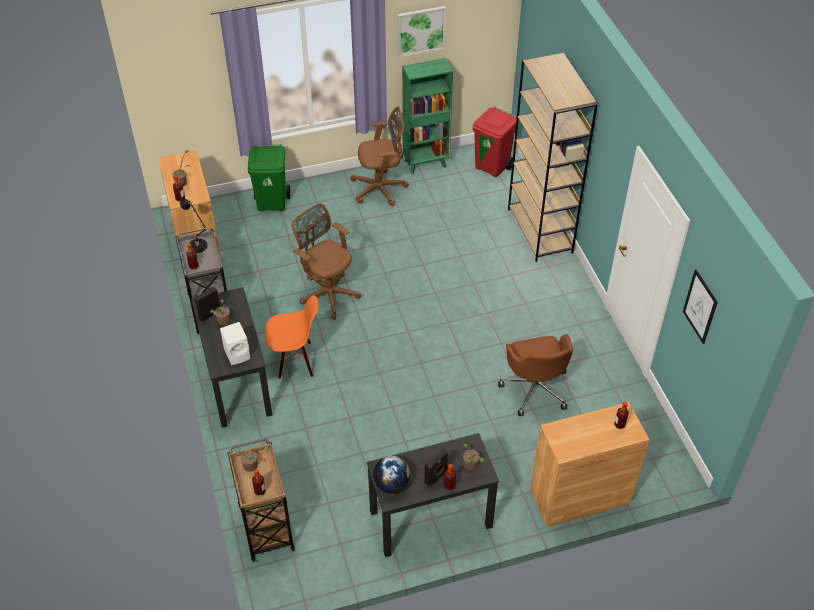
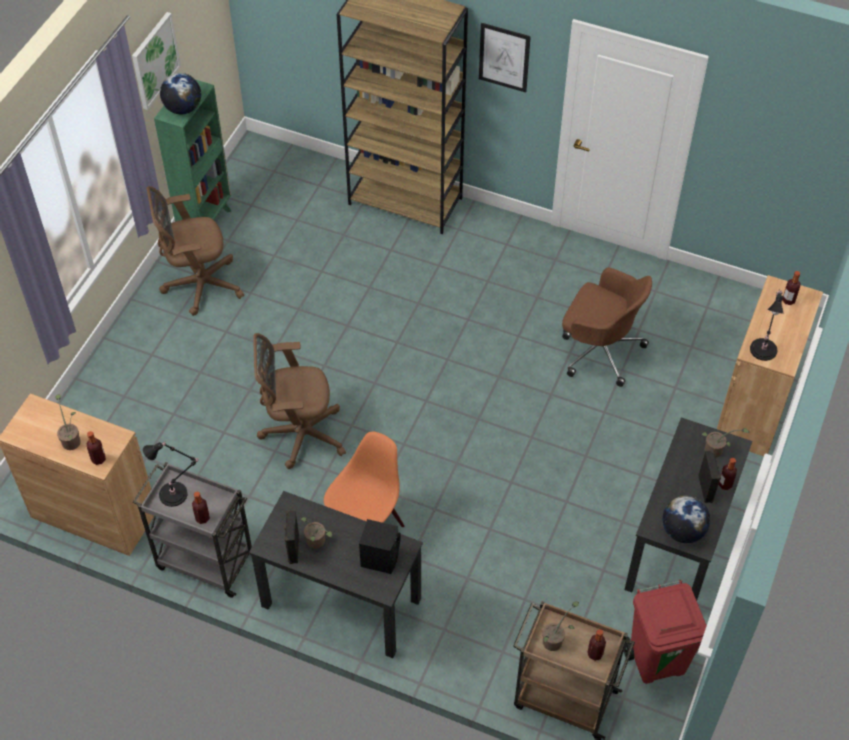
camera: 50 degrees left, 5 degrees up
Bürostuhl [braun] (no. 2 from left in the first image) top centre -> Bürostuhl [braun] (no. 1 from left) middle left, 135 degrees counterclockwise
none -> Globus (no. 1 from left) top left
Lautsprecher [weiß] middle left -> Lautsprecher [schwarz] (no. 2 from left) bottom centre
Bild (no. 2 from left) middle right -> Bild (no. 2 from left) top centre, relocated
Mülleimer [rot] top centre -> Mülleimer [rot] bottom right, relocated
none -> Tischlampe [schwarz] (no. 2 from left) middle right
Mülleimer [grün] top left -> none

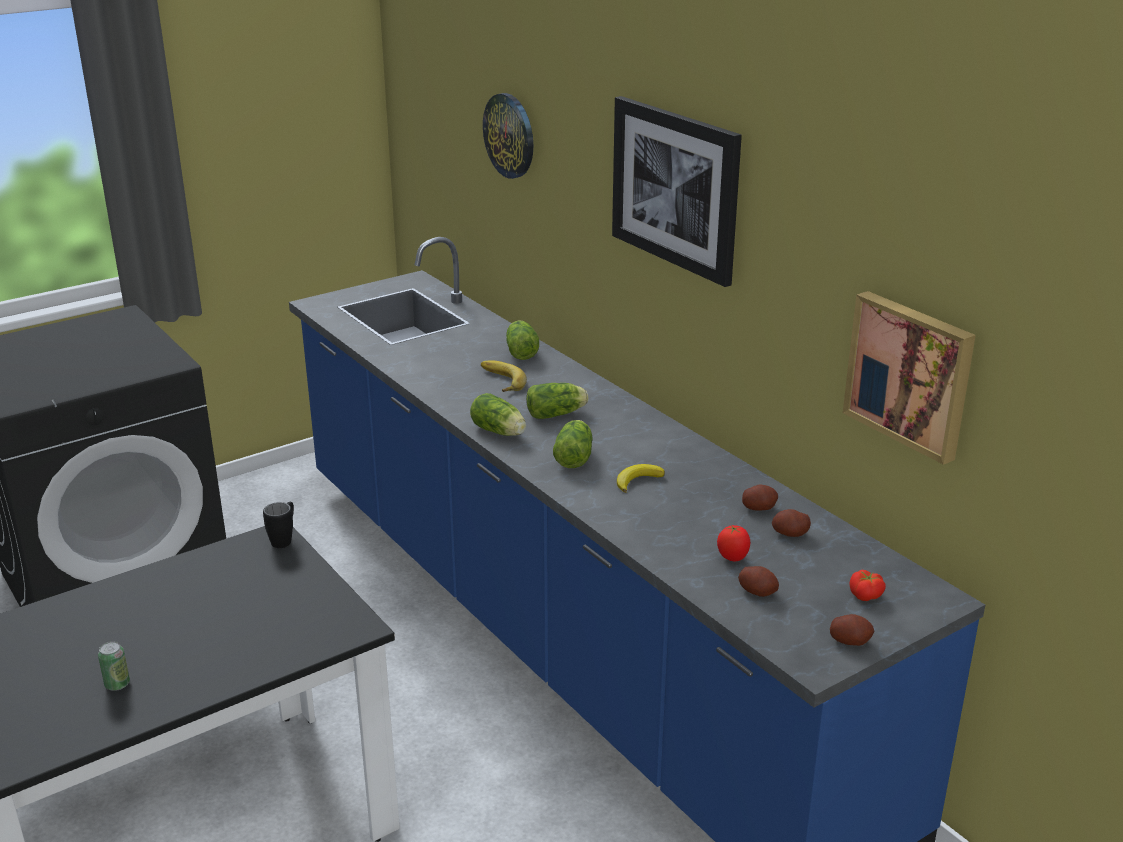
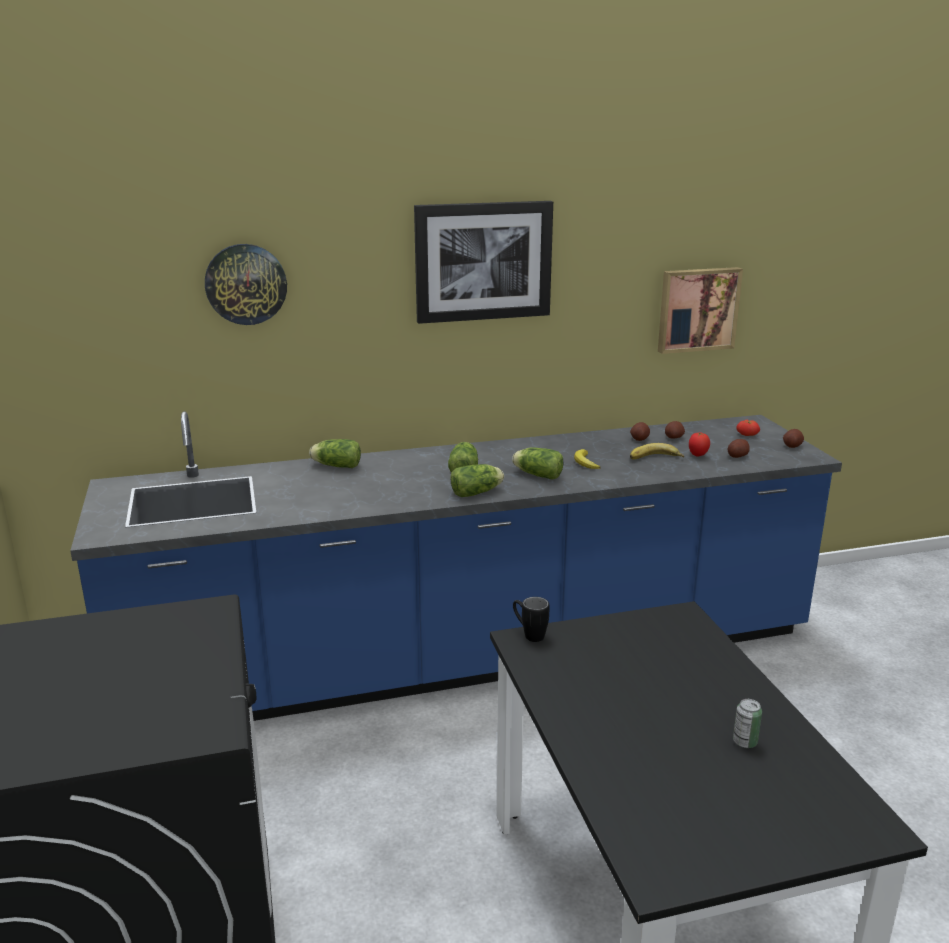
camera: 70 degrees left, 5 degrees down
Banane (no. 1 from left in the first image) centre -> Banane (no. 2 from left) middle right, relocated

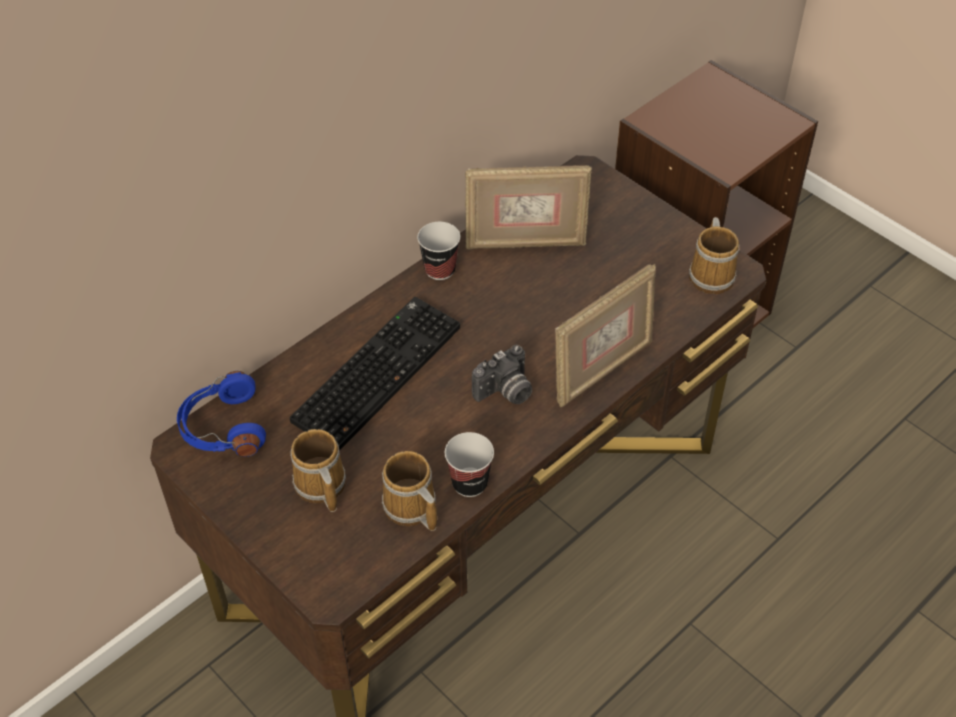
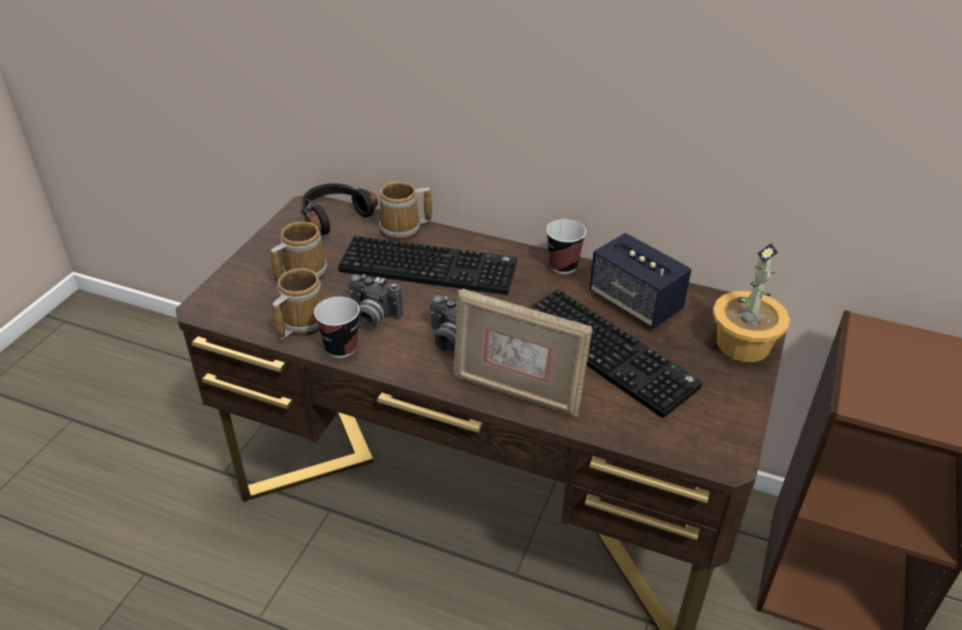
camera: 65 degrees right, 10 degrees down
Kopfhörer [blau] middle left -> Kopfhörer [schwarz] top centre
none -> Kamera (no. 1 from left) centre
Henkelbecher (no. 3 from left) middle right -> Henkelbecher (no. 3 from left) centre, relocated
none -> Tastatur (no. 2 from left) centre
Bilderrahmen (no. 1 from left) top centre -> Lautsprecher centre
none -> Topfpflanze middle right

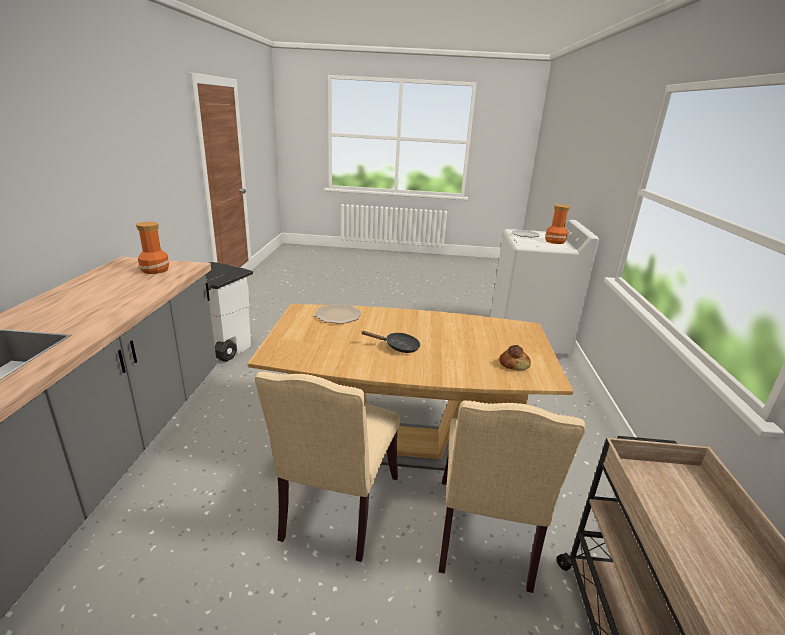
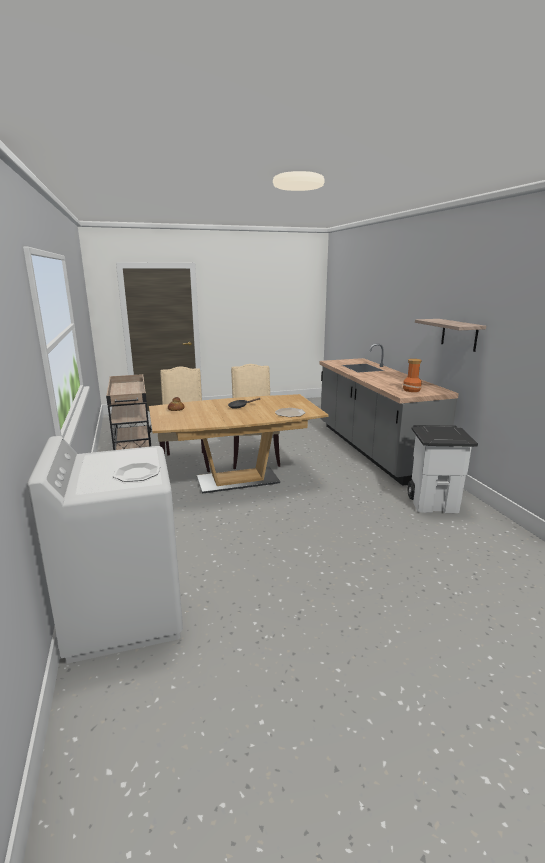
camera: 160 degrees right, 5 degrees down
none -> Wandregal middle right
Vase (no. 2 from left) middle right -> none

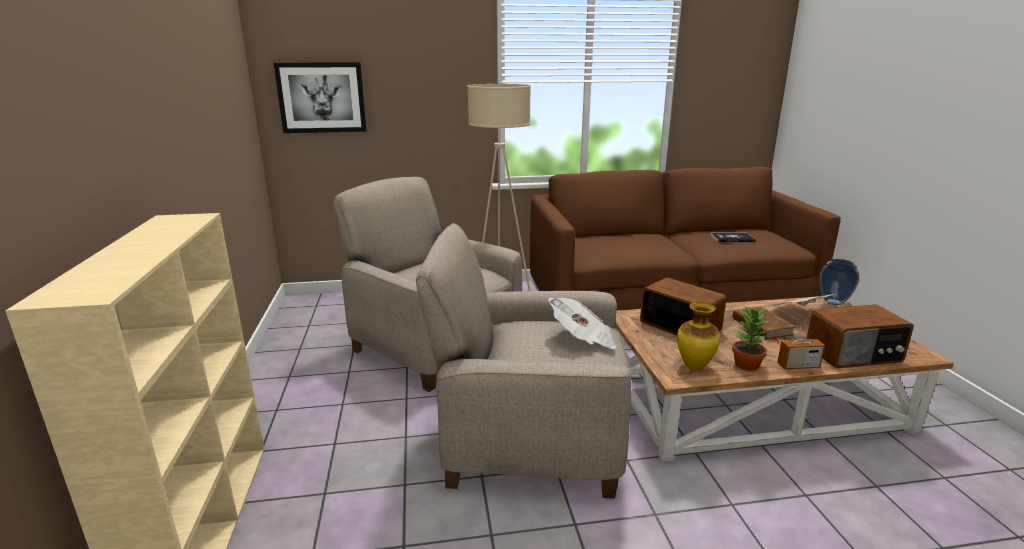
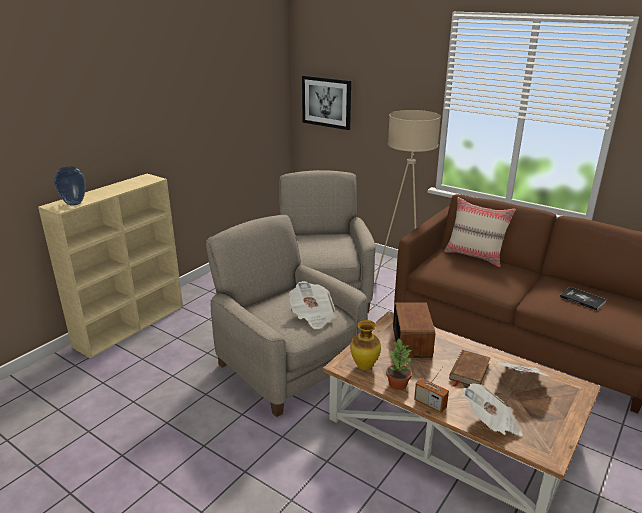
camera: 45 degrees right, 5 degrees up
Vase (no. 2 from left in the first image) middle right -> Vase (no. 1 from left) middle left, relocated
none -> Kissen [beige] middle right
Radio (no. 3 from left) middle right -> Zeitung (no. 2 from left) bottom right

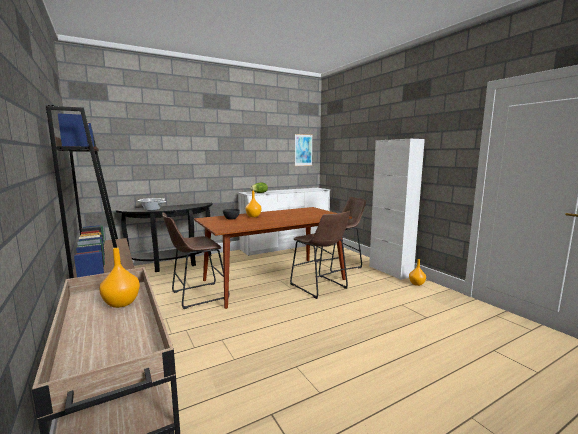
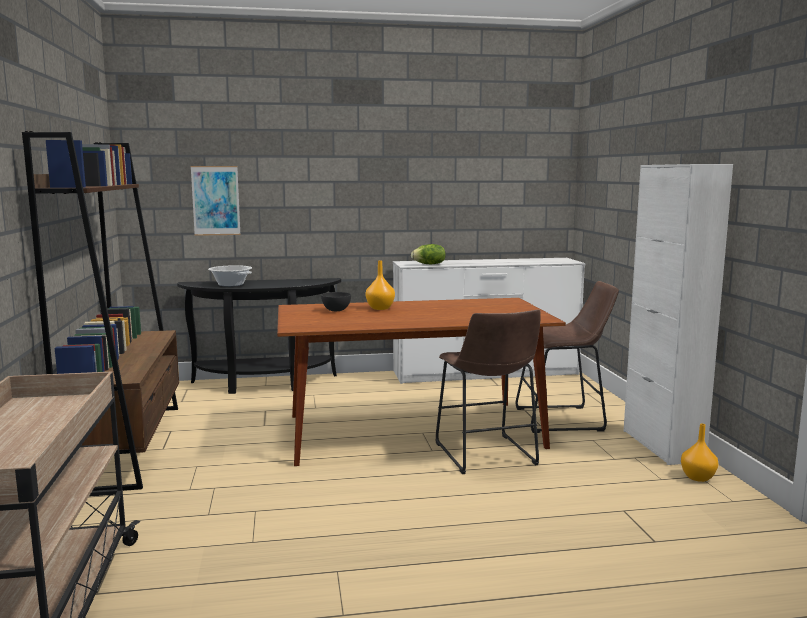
camera: 20 degrees right, 0 degrees up
Bild centre -> Bild top left, relocated
Vase [orange] (no. 1 from left) middle left -> none
Hocker [braun] (no. 1 from left) centre -> none

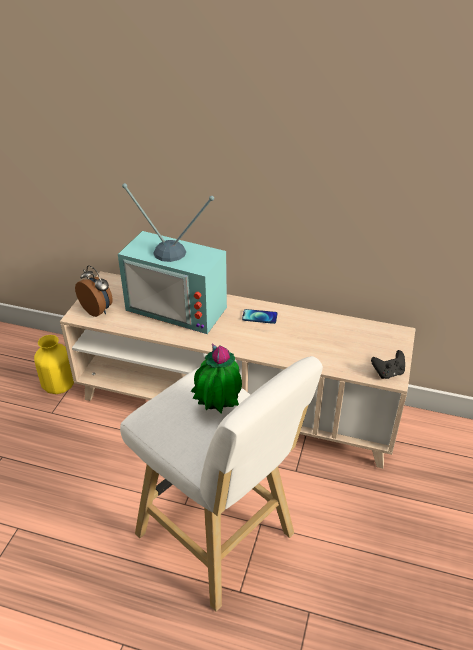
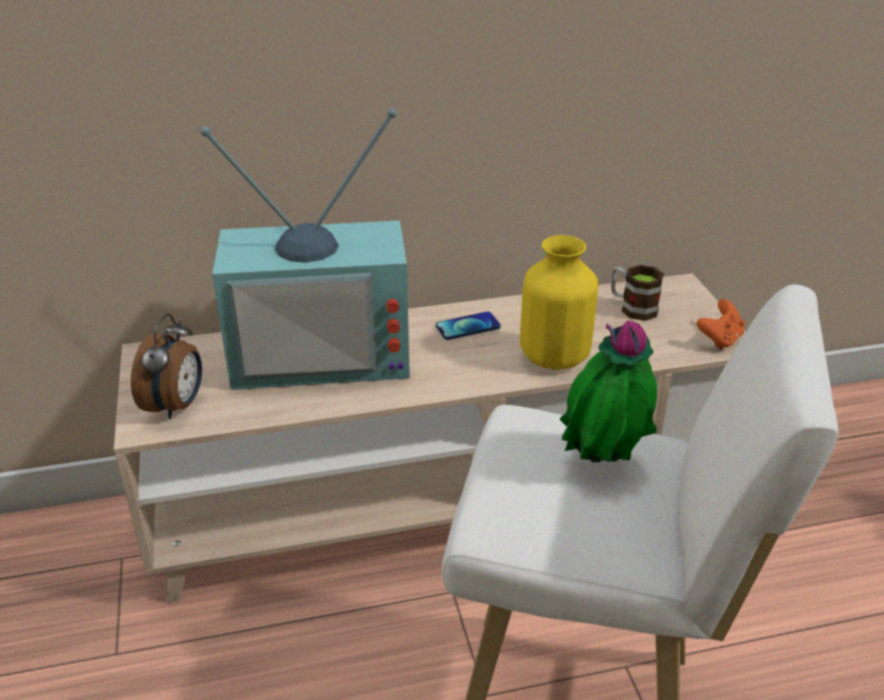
camera: 30 degrees left, 5 degrees down
Wecker middle left, 90 degrees clockwise
Vase [gelb] middle left -> Vase [gelb] centre, relocated
none -> Henkelbecher middle right
Gamepad [schwarz] middle right -> Gamepad [orange] middle right

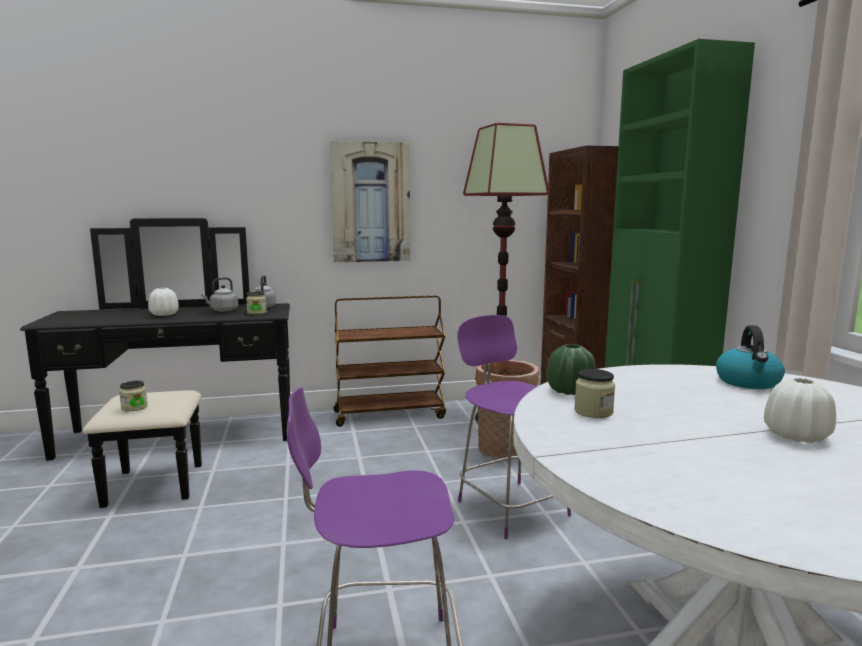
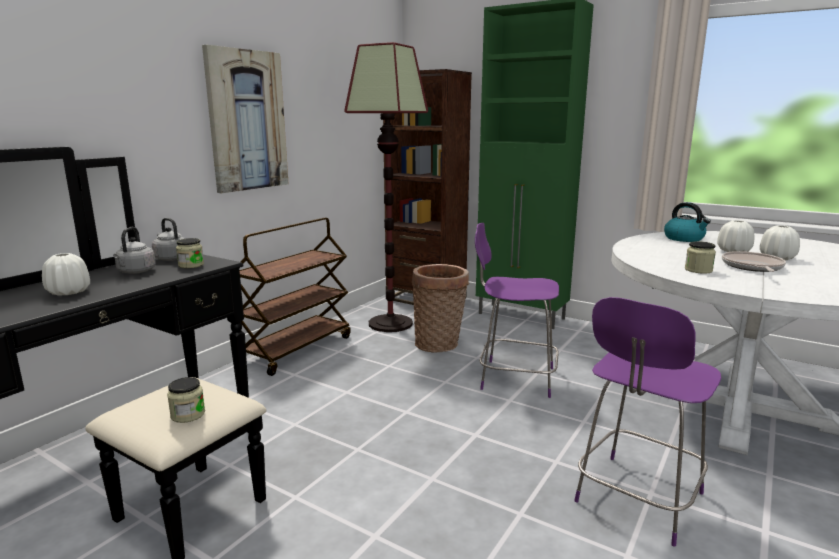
camera: 45 degrees left, 5 degrees up
none -> Vase [weiß] (no. 2 from left) middle right
none -> Pfanne middle right
Vase [grün] centre -> none

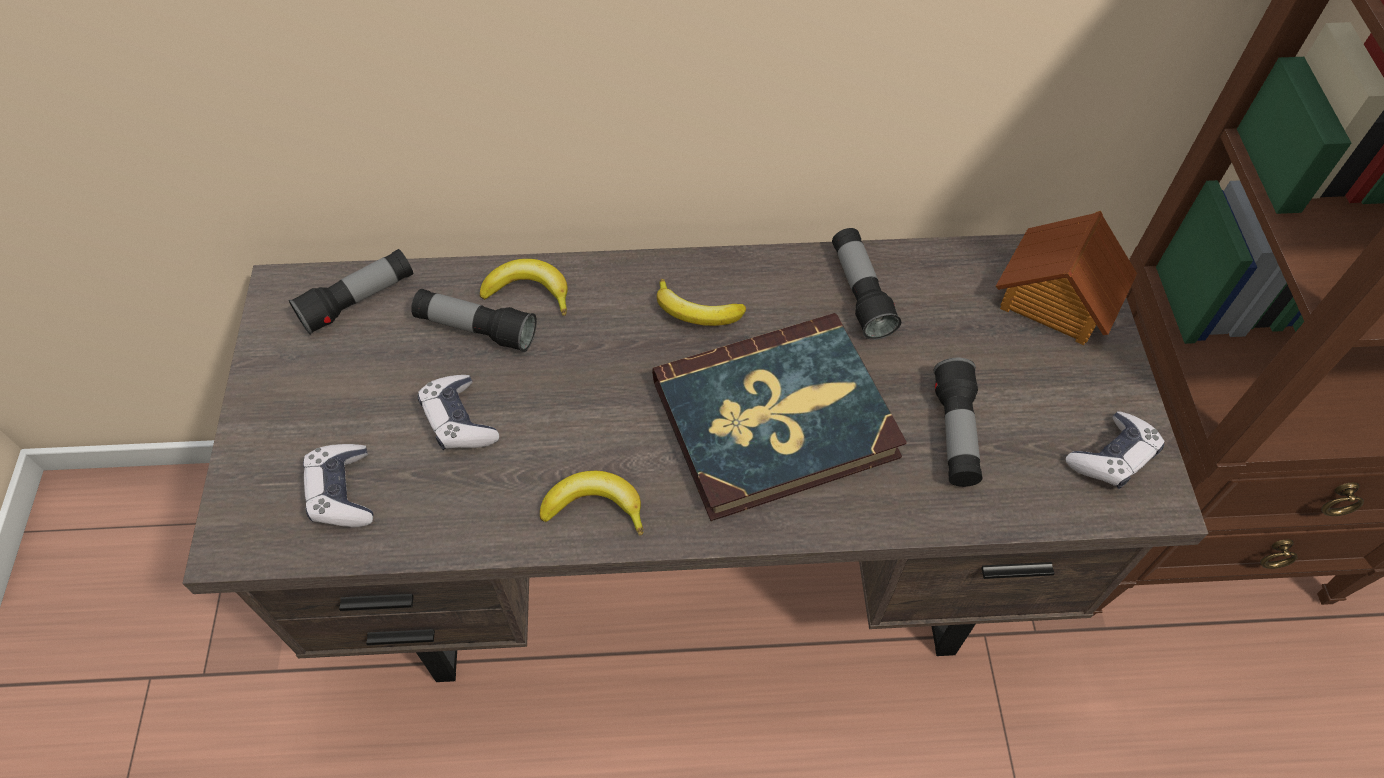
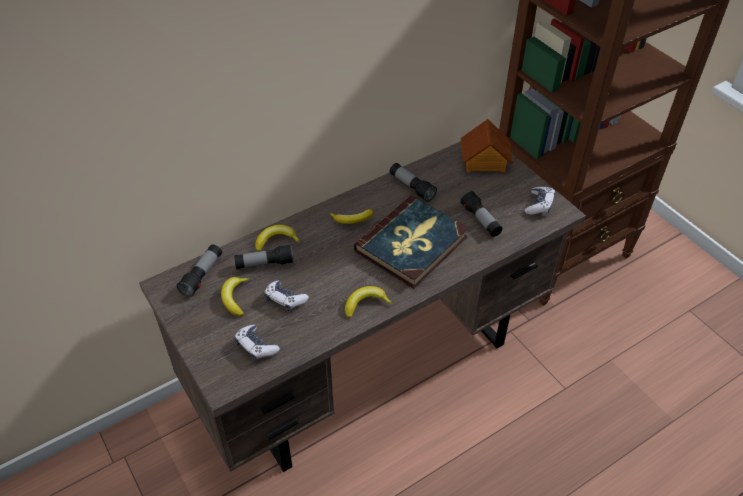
camera: 30 degrees left, 10 degrees down
none -> Banane (no. 1 from left) middle left

